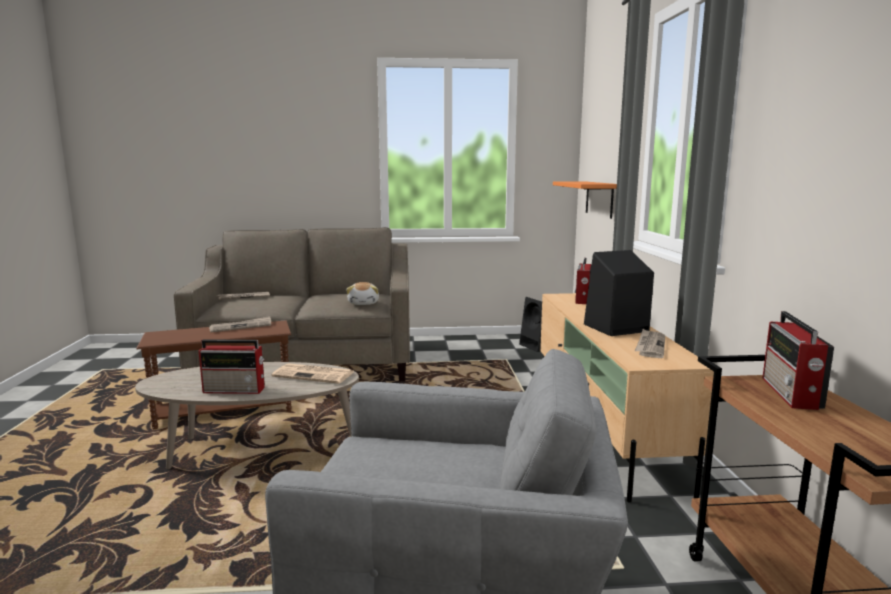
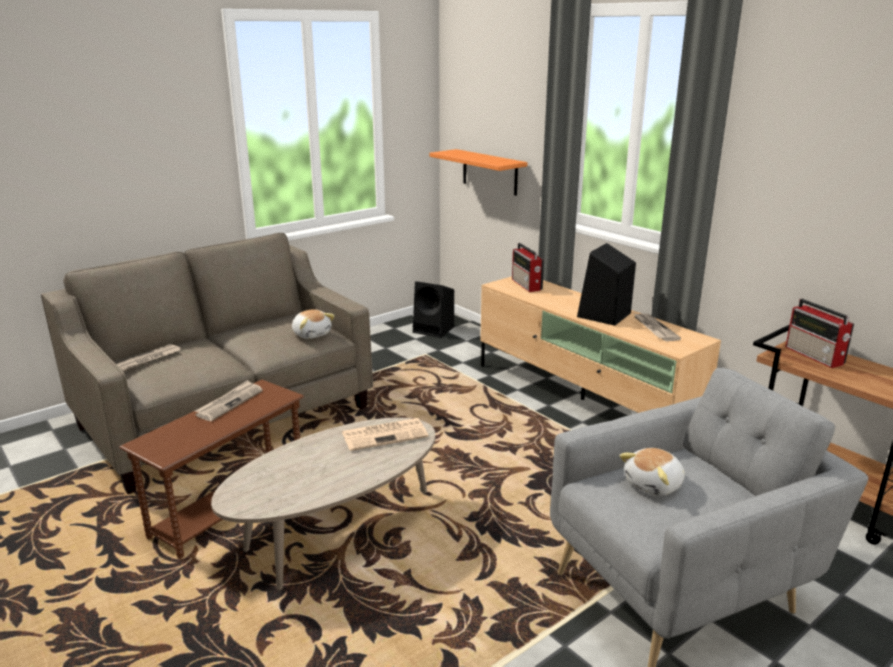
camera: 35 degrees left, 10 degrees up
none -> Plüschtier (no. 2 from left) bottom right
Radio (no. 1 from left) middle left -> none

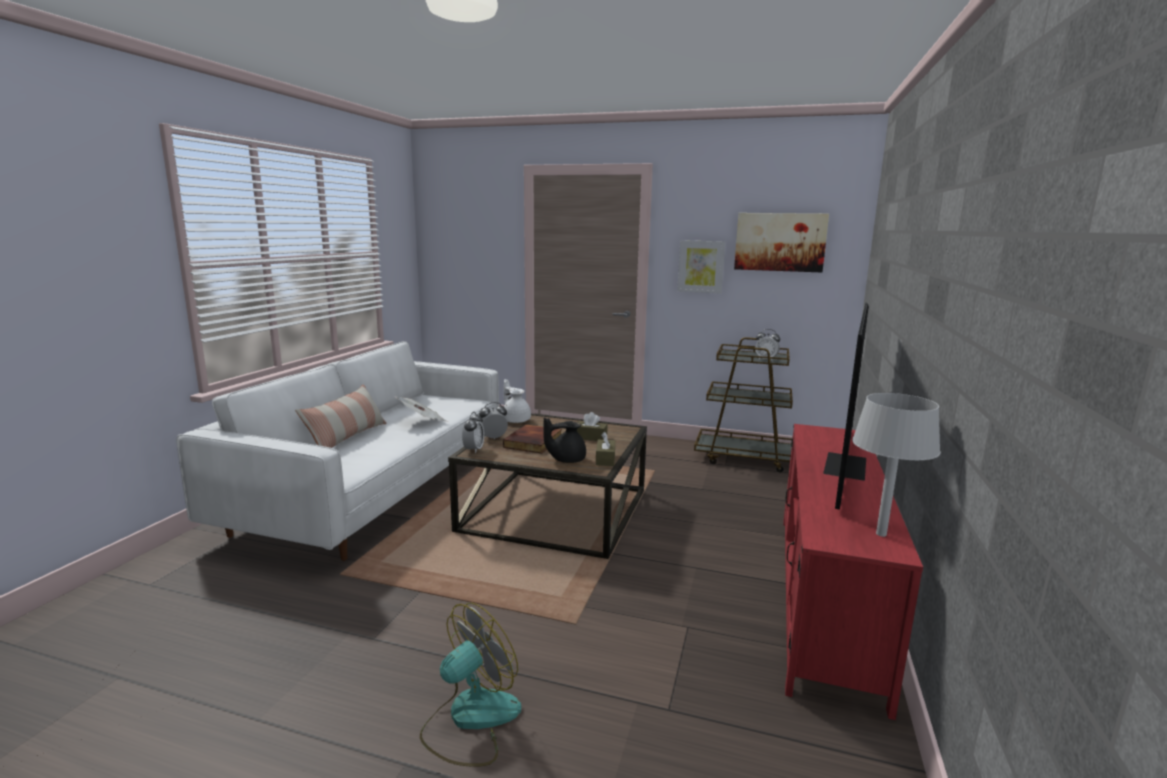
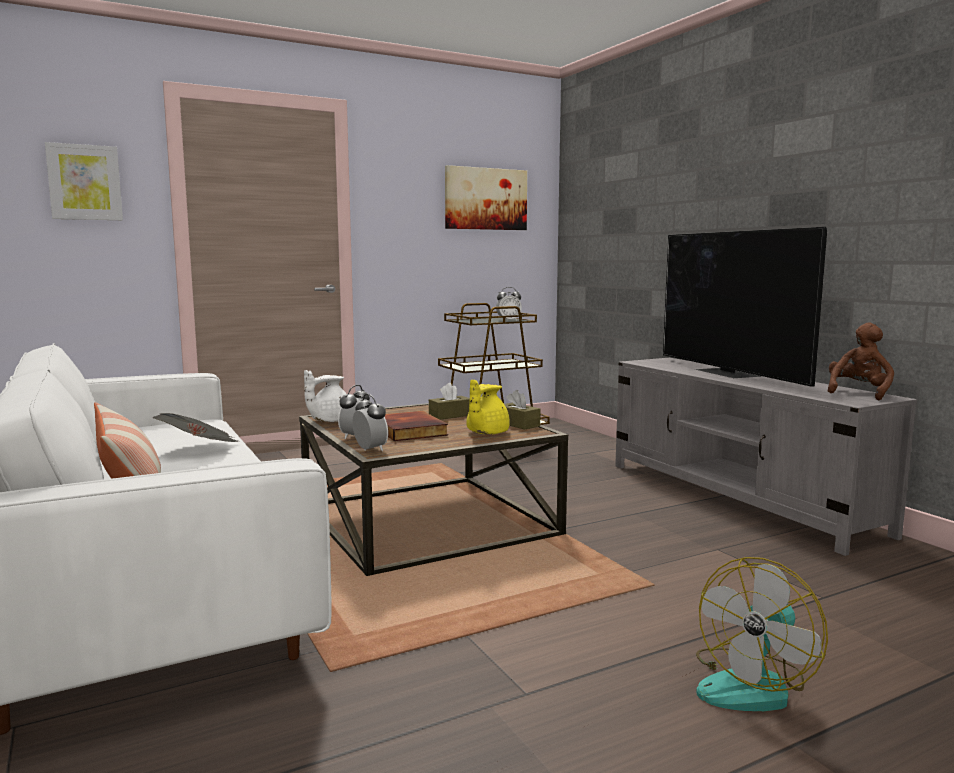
camera: 45 degrees left, 5 degrees down
Bild (no. 1 from left) centre -> Bild (no. 1 from left) top left, relocated
Teekanne [weiß] centre, 60 degrees counterclockwise
Teekanne [schwarz] centre -> Teekanne [gelb] centre
Fernsehschrank [rot] bottom right -> Fernsehschrank [grau] middle right
Ventilator bottom centre -> Ventilator bottom right, 135 degrees counterclockwise
Tischlampe [grau] middle right -> Plüschtier [braun] middle right

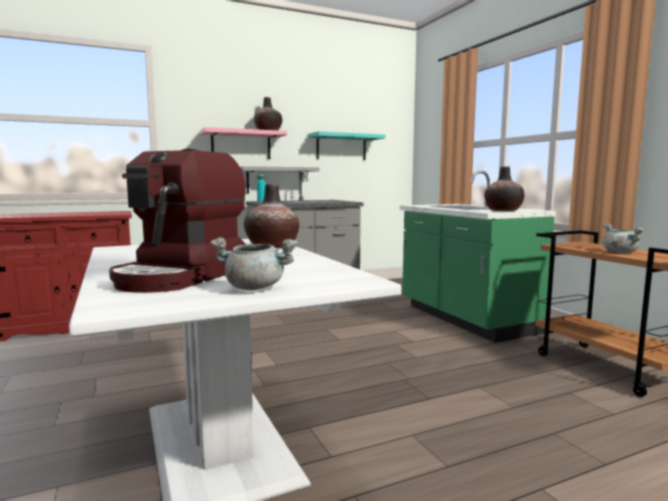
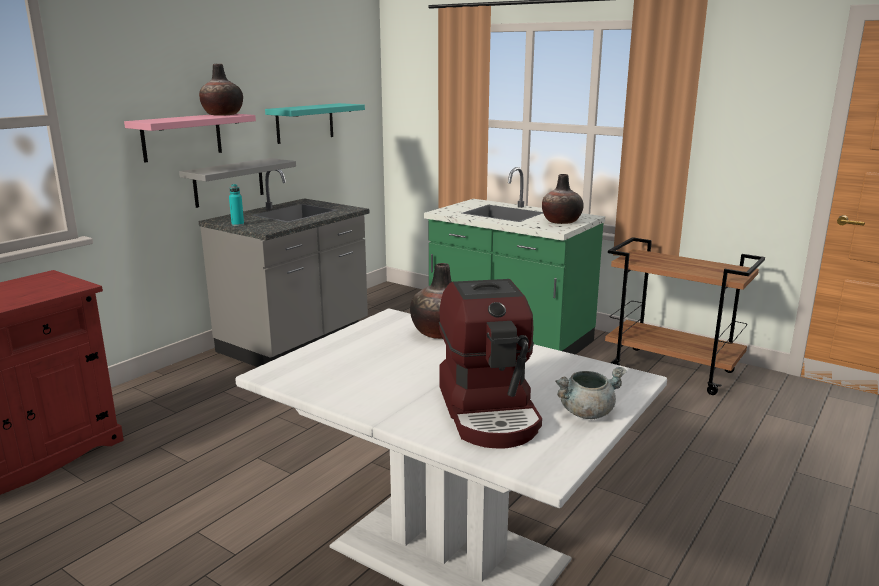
camera: 30 degrees left, 10 degrees up
Kochtopf [grau] (no. 2 from left) middle right -> none

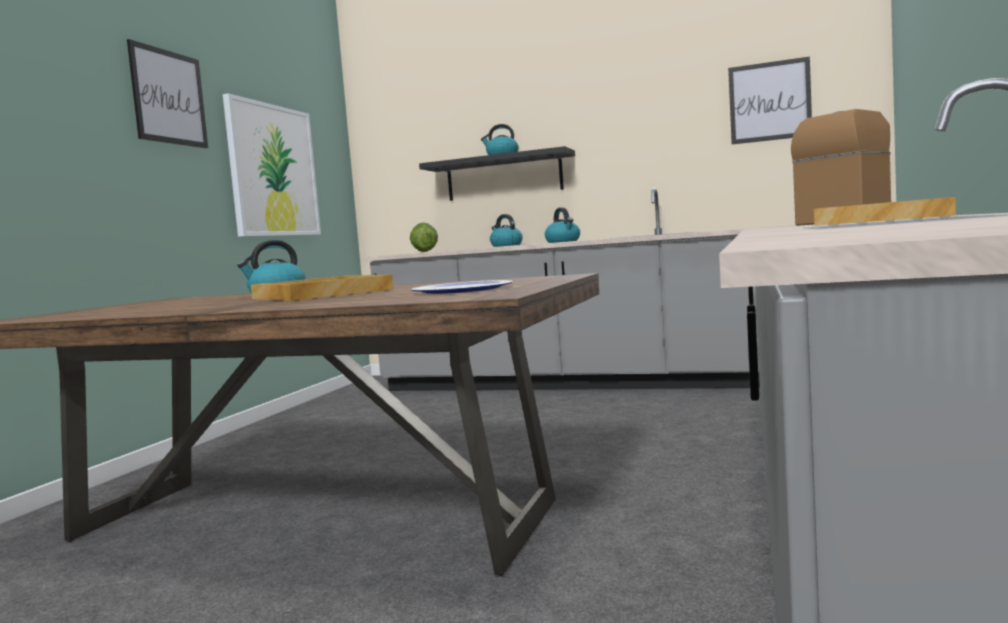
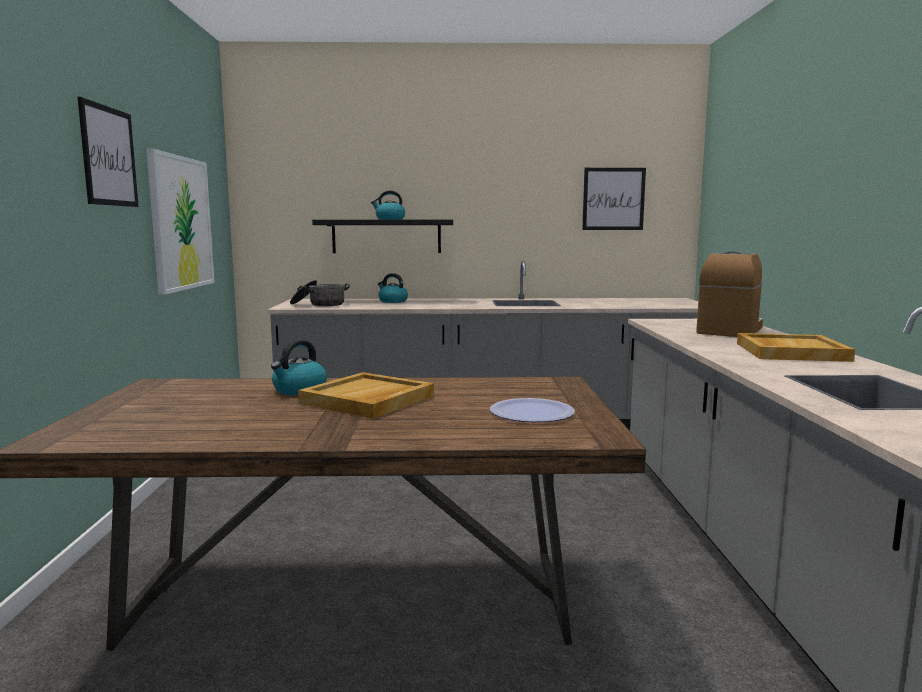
camera: 20 degrees left, 5 degrees up
Salatkopf centre -> Kochtopf centre
Wasserkessel (no. 4 from left) centre -> none

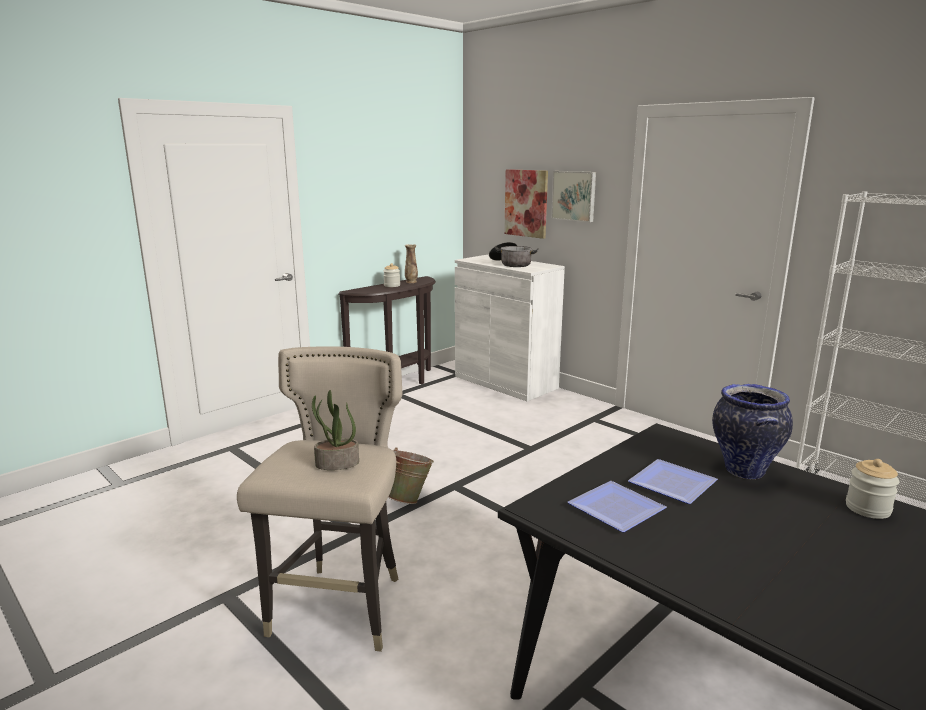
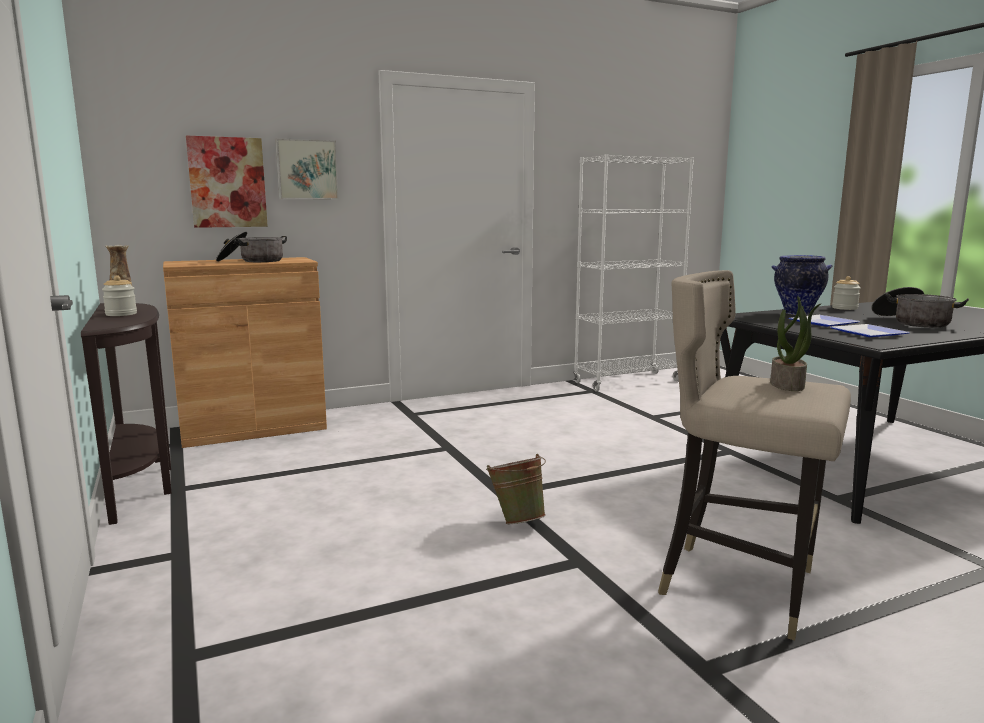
camera: 70 degrees left, 5 degrees down
Schrank [weiß] centre -> Schrank [braun] middle left
none -> Kochtopf (no. 2 from left) middle right

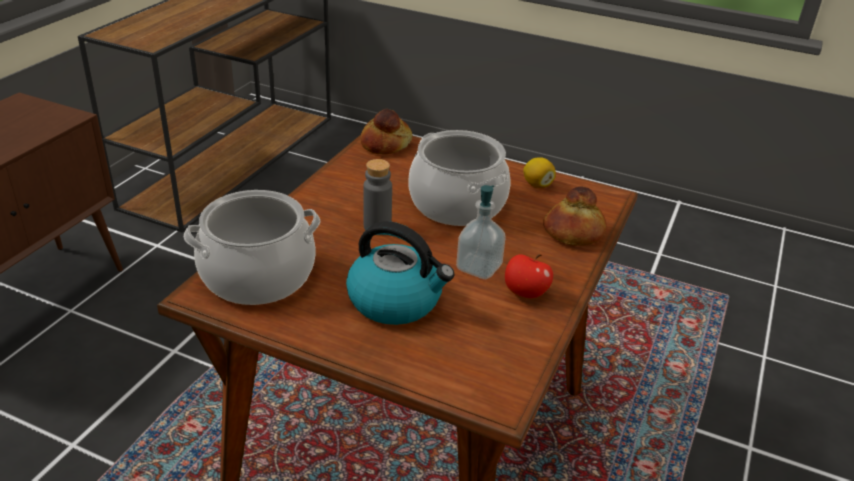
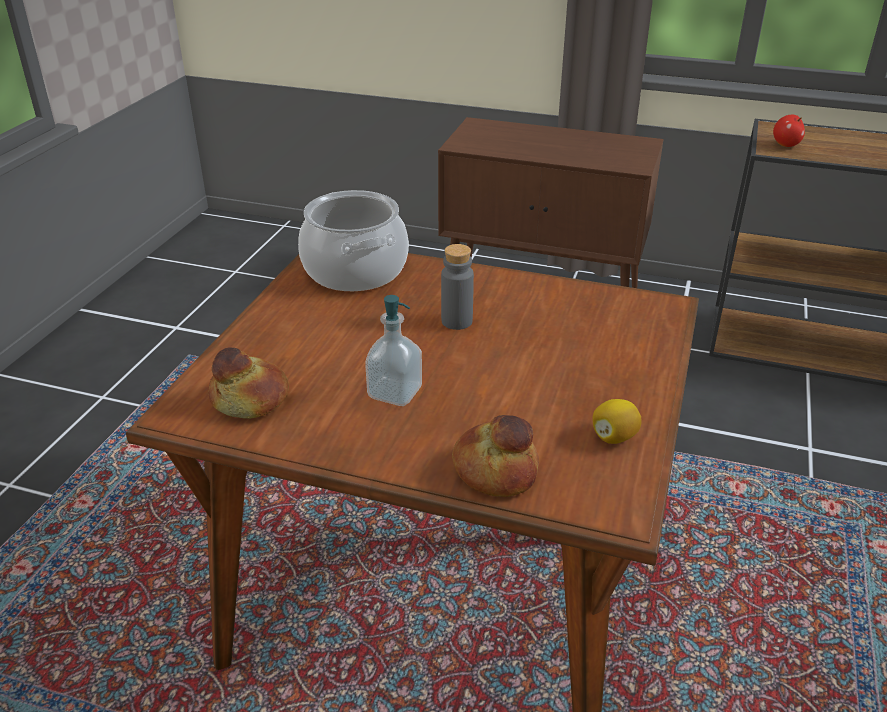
camera: 85 degrees right, 0 degrees up
Brot (no. 1 from left) top centre -> Brot (no. 1 from left) middle left, relocated
Apfel centre -> Apfel top right, relocated
Wasserkessel centre -> none
Kochtopf (no. 2 from left) centre -> none

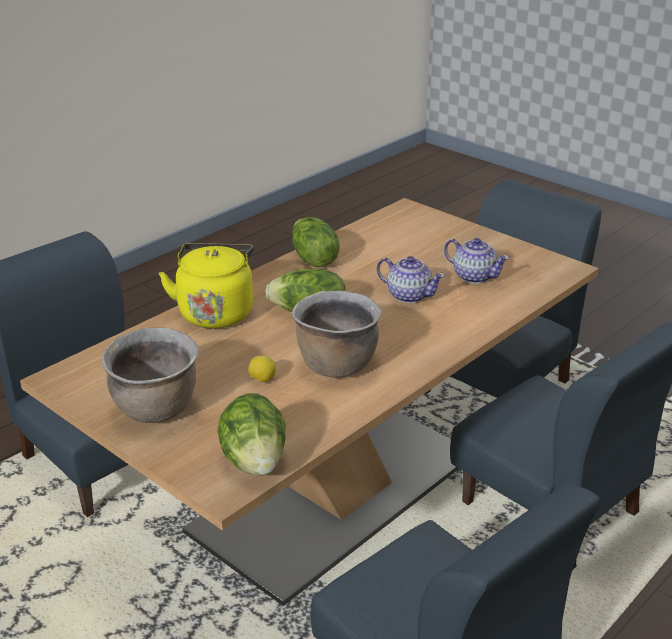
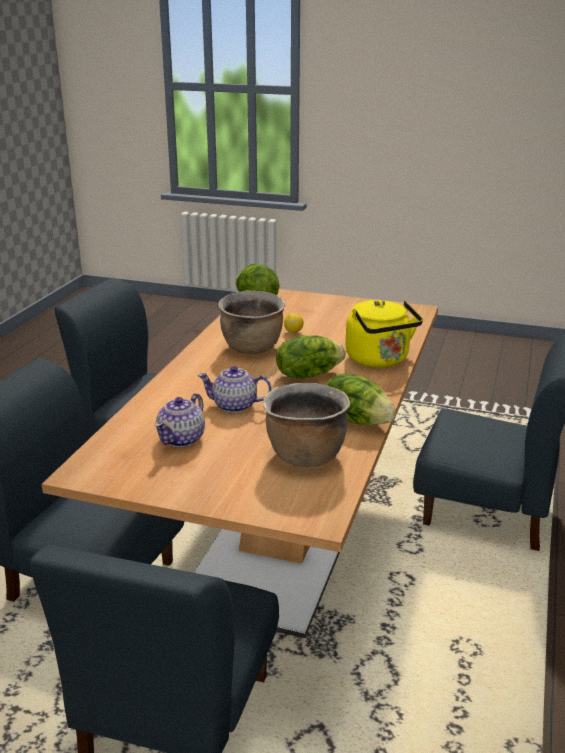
camera: 155 degrees right, 5 degrees down
Teekanne (no. 2 from left in the first image) middle right -> Teekanne (no. 1 from left) middle left, 75 degrees counterclockwise
Kochtopf [braun] (no. 1 from left in the first image) middle left -> Kochtopf [braun] (no. 2 from left) centre, relocated

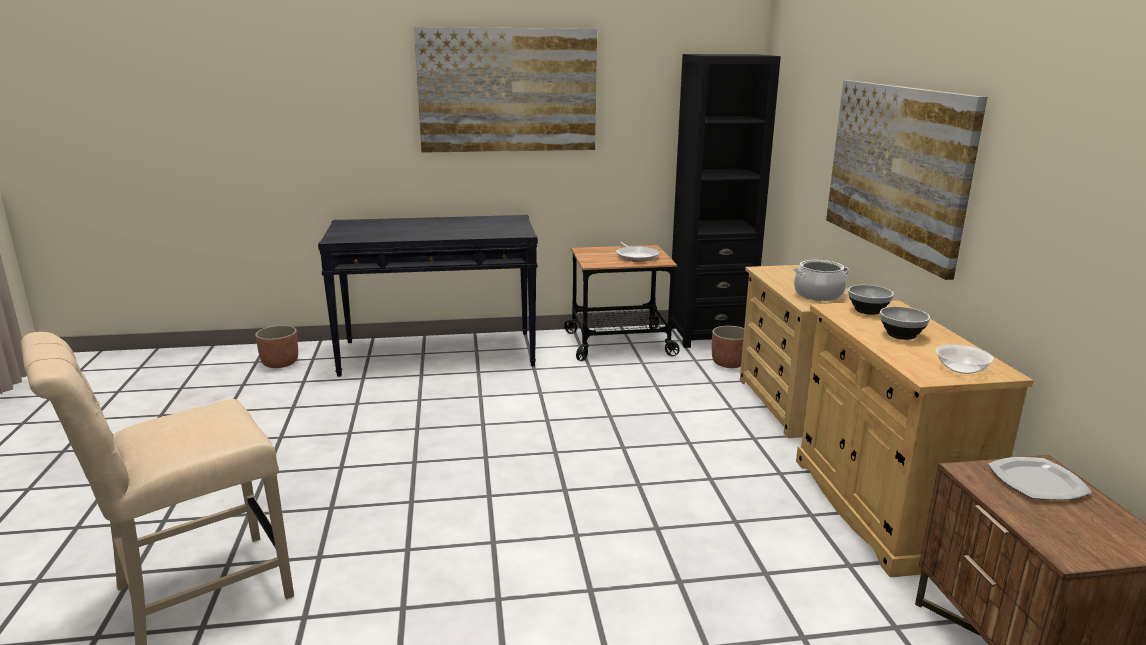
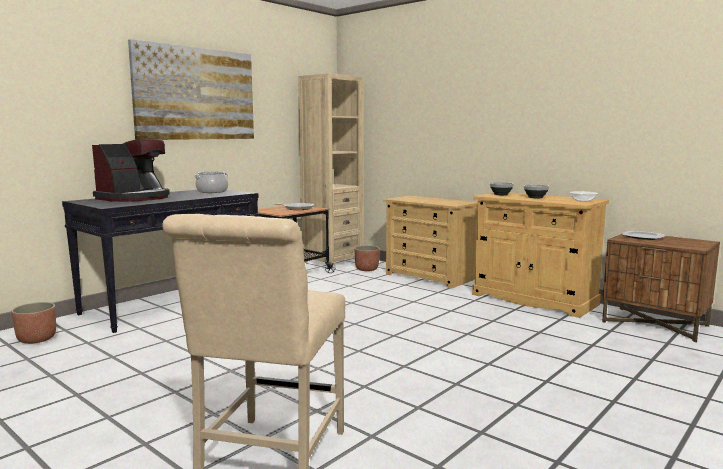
camera: 40 degrees left, 10 degrees down
none -> Kaffeemaschine middle left
Kochtopf middle right -> Kochtopf middle left, relocated
Bücherregal [schwarz] top centre -> Bücherregal [beige] centre
Bild (no. 2 from left) top right -> none

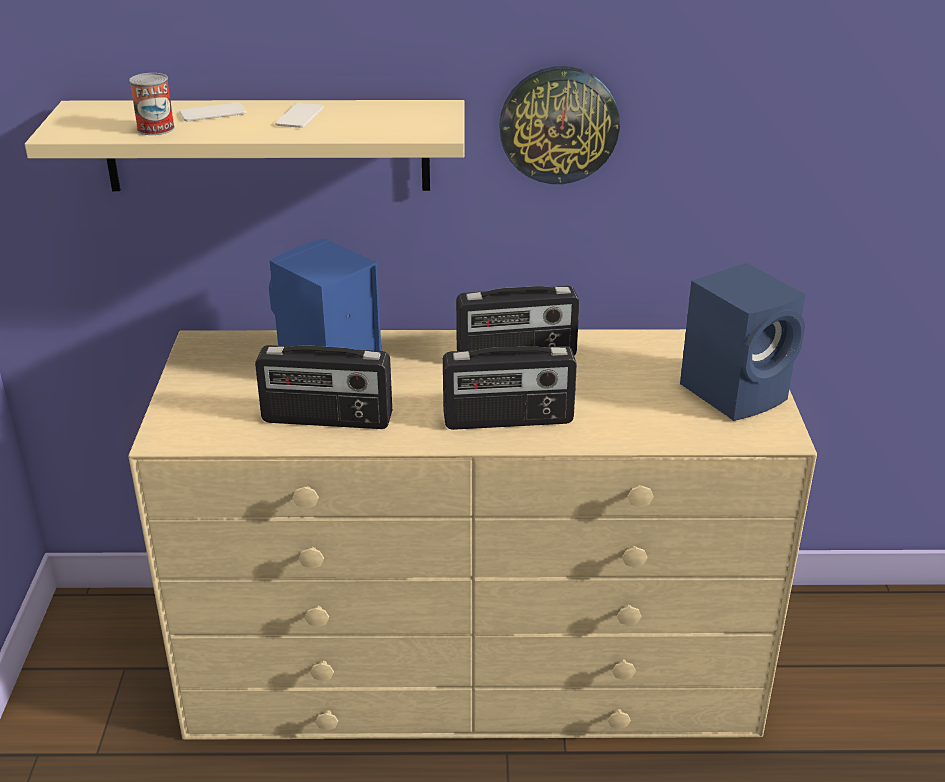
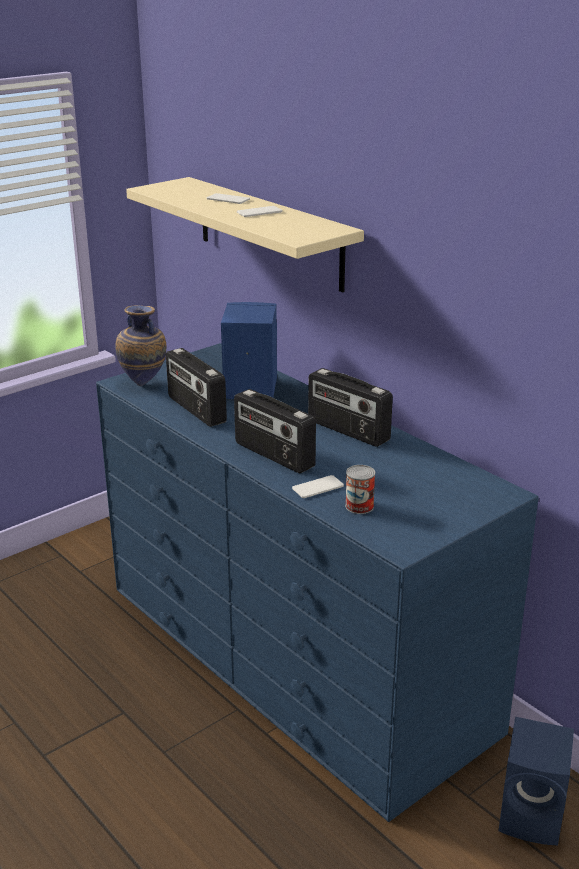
camera: 50 degrees right, 5 degrees down
Kommode [beige] bottom centre -> Kommode [blau] bottom centre
none -> Vase middle left
none -> Handy (no. 3 from left) centre
Dose top left -> Dose centre, relocated
Lautsprecher [blau] (no. 2 from left) middle right -> Lautsprecher [blau] (no. 2 from left) bottom right, relocated
Wanduhr top centre -> none

